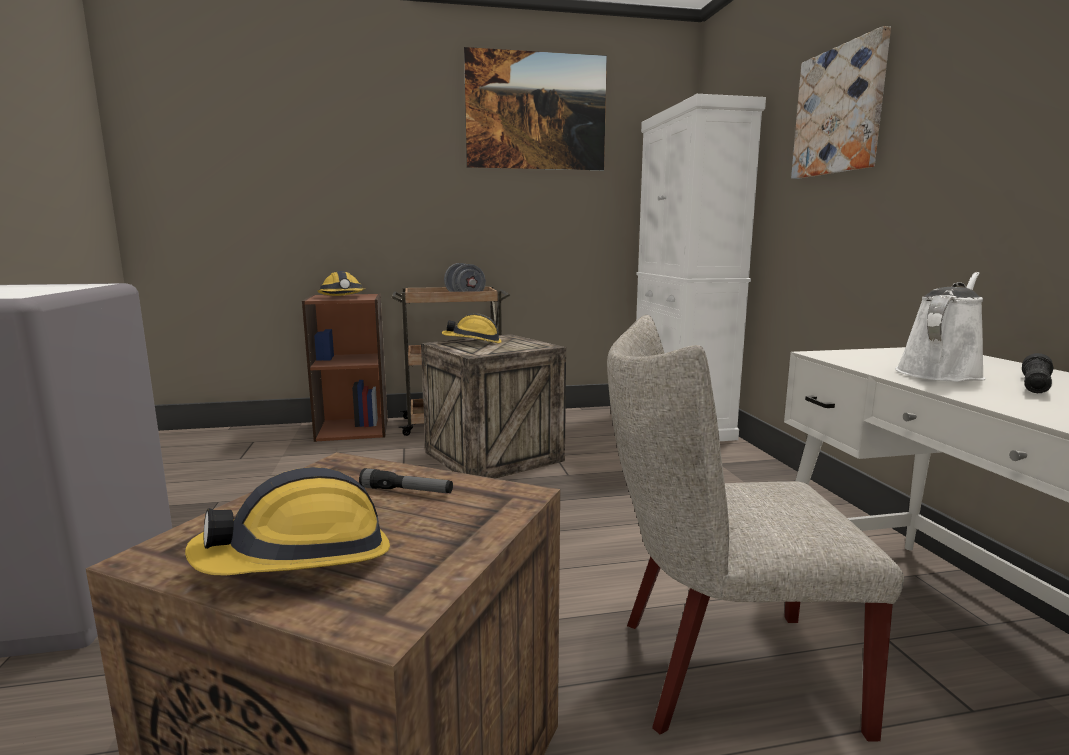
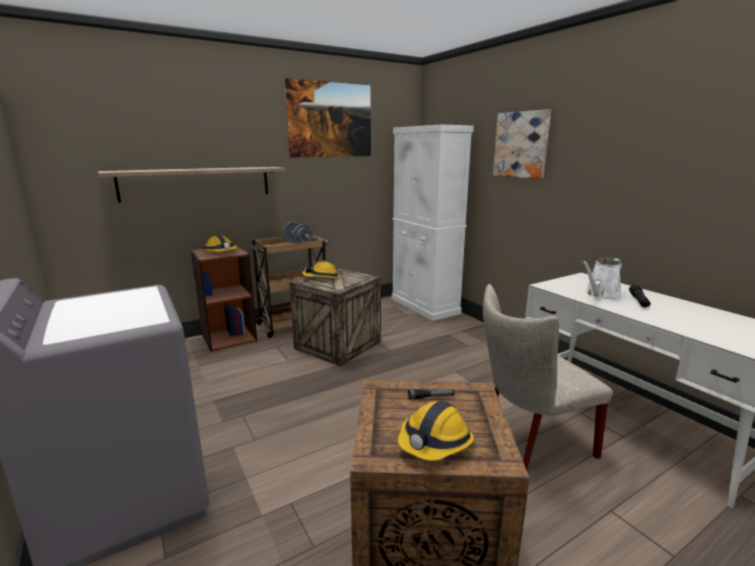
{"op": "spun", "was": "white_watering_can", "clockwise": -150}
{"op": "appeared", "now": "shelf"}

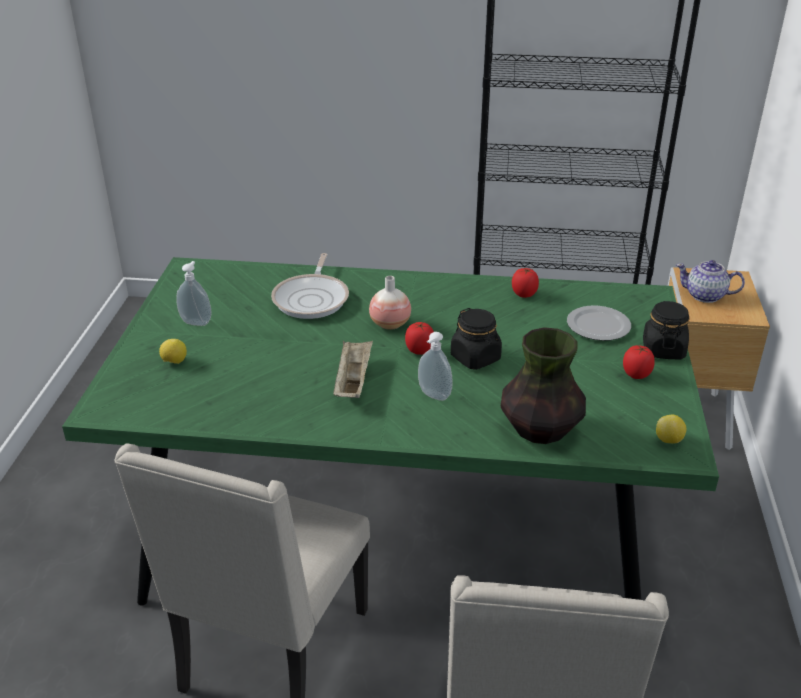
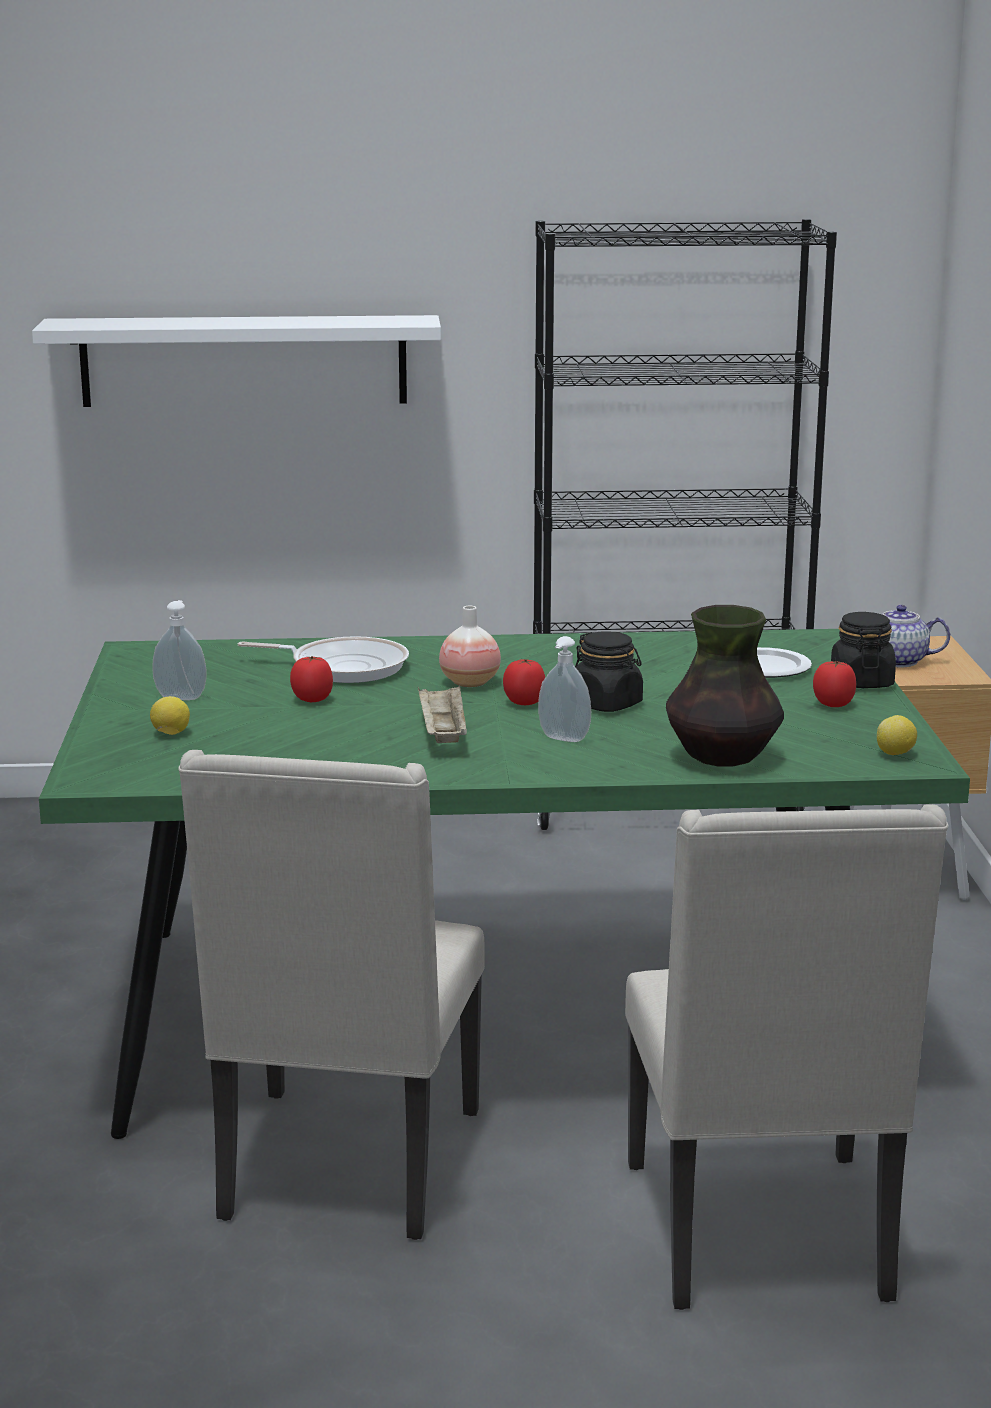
{"op": "spun", "was": "frying_pan", "clockwise": -75}
{"op": "relocated", "was": "tomato (no. 2 from left in the first image)", "now": "tomato (no. 1 from left)"}
{"op": "appeared", "now": "white_shelf"}

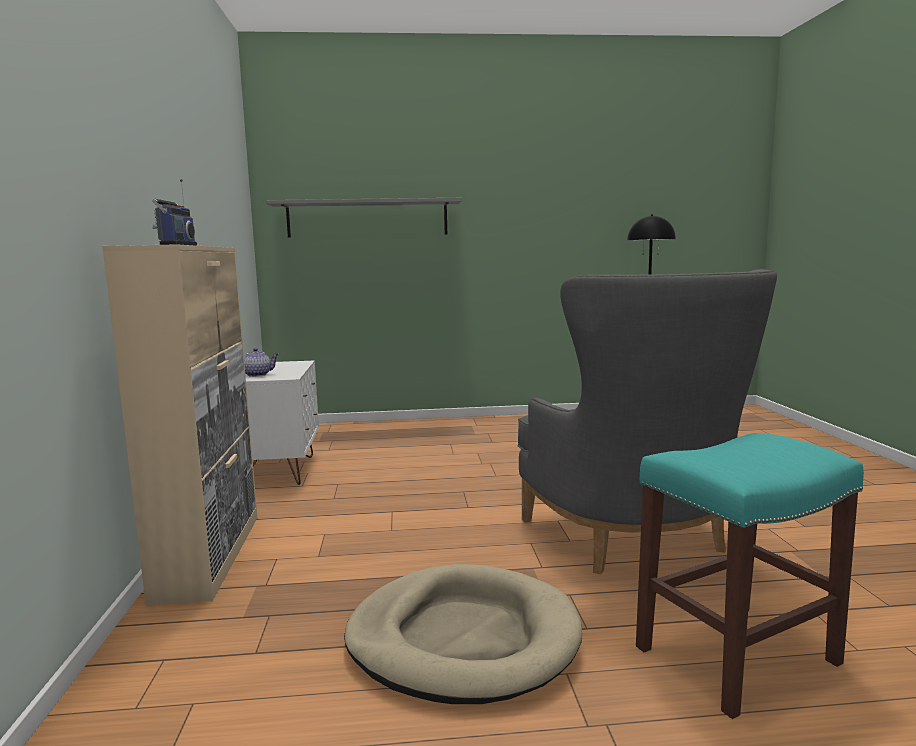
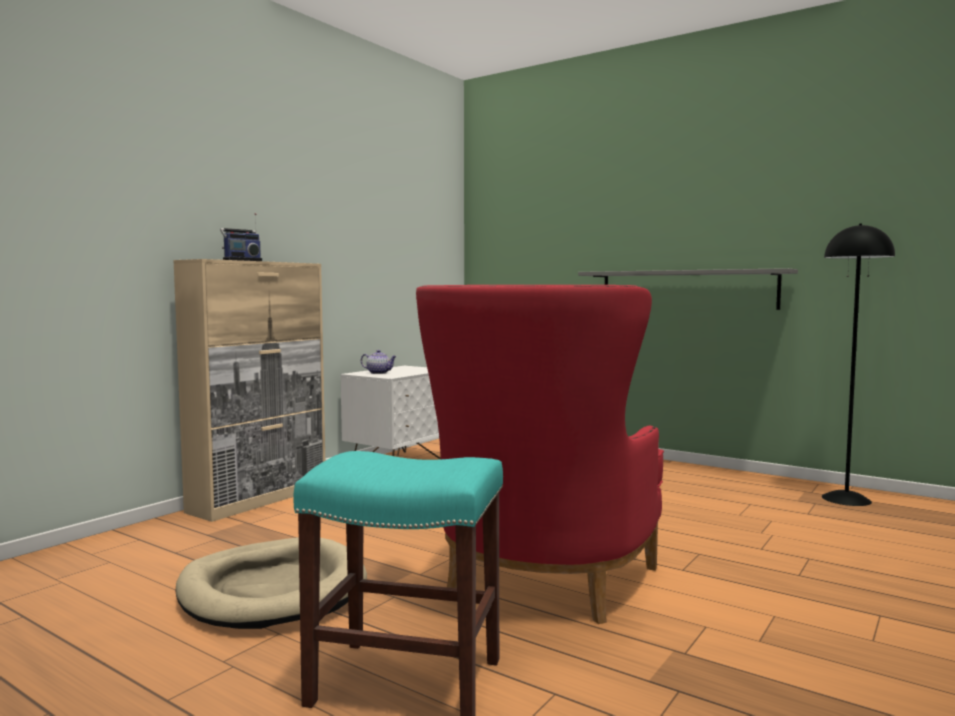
{"op": "relocated", "was": "grey_shelf"}
{"op": "colour", "was": "grey_armchair", "now": "red_armchair"}

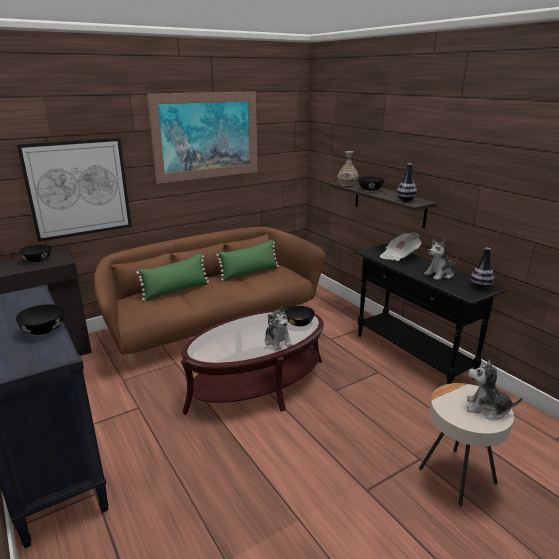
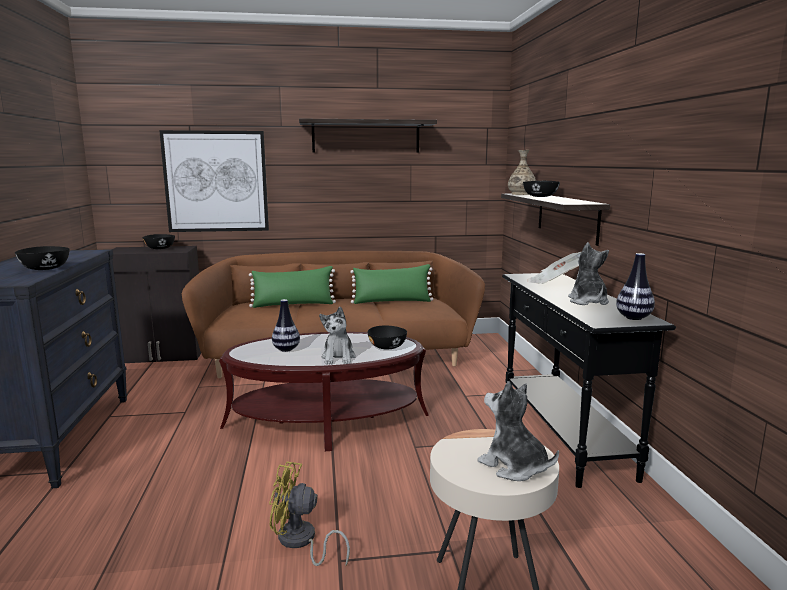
{"op": "exchanged", "was": "picture (no. 2 from left)", "now": "shelf (no. 1 from left)"}
{"op": "relocated", "was": "vase (no. 2 from left in the first image)", "now": "vase (no. 1 from left)"}
{"op": "spun", "was": "plush_toy (no. 2 from left in the first image)", "clockwise": 90}
{"op": "appeared", "now": "yellow_fan"}

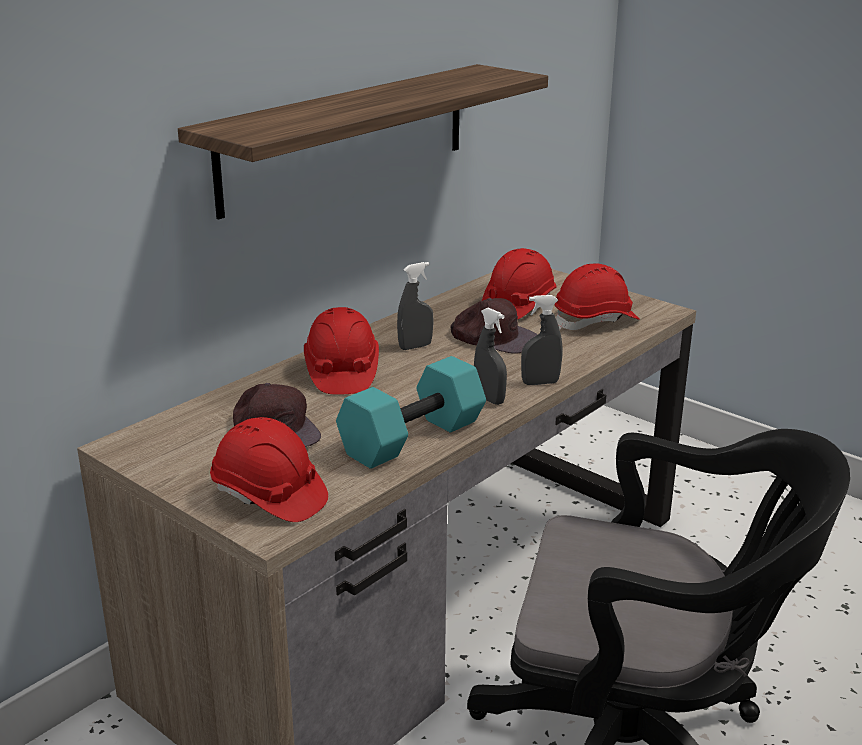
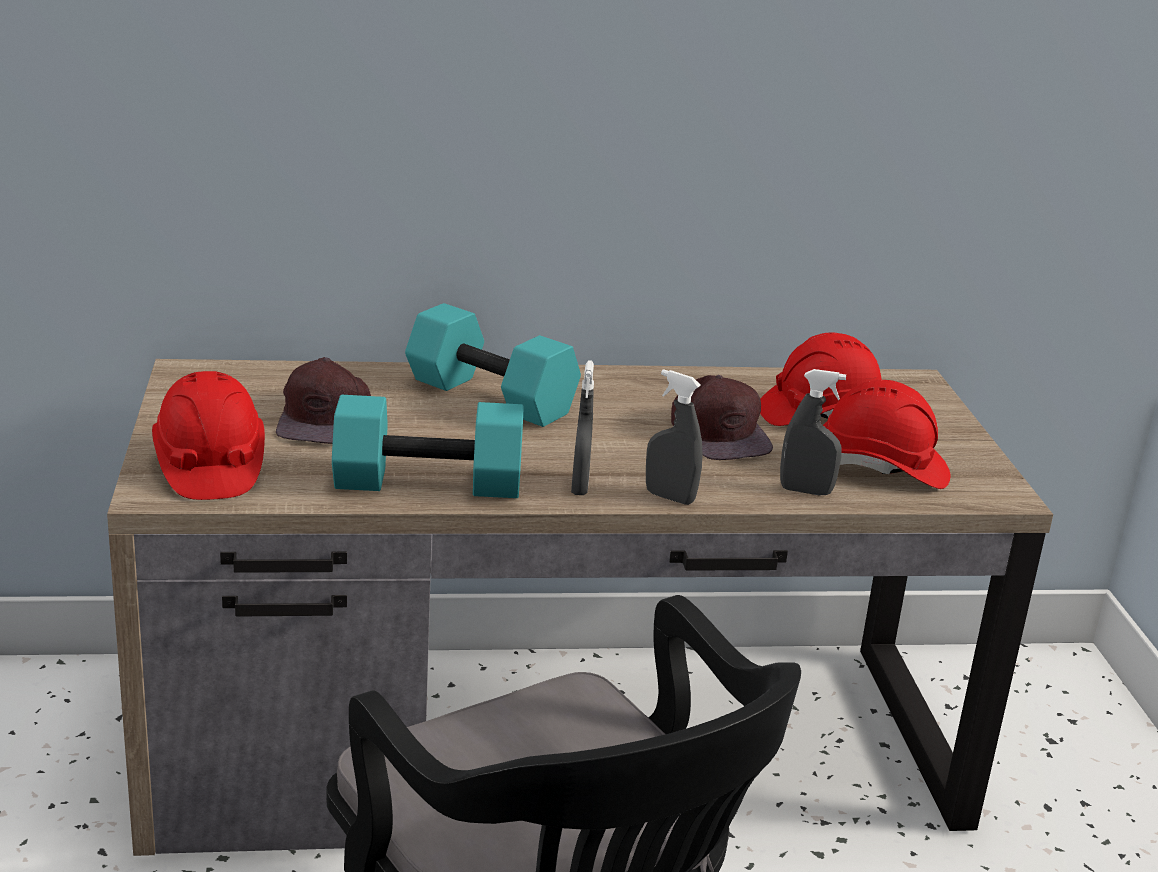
{"op": "missing", "was": "shelf"}
{"op": "exchanged", "was": "red_hard_hat (no. 2 from left)", "now": "turquoise_dumbbell (no. 2 from left)"}
{"op": "relocated", "was": "grey_spray_bottle (no. 1 from left in the first image)", "now": "grey_spray_bottle (no. 3 from left)"}

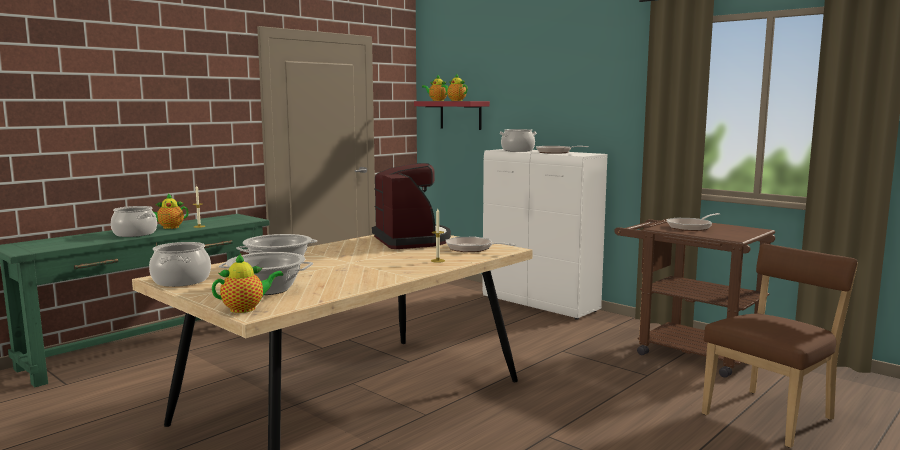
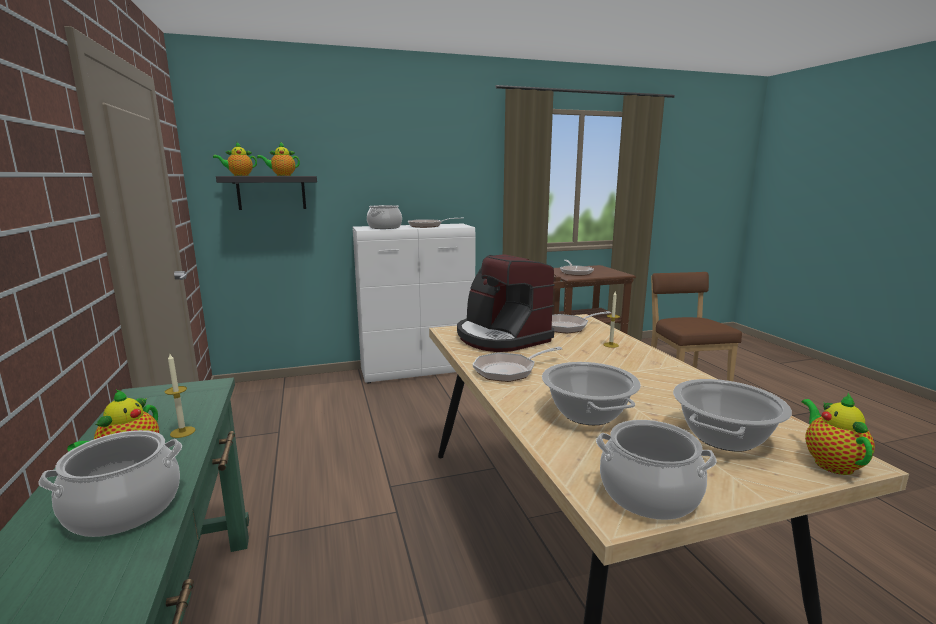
{"op": "spun", "was": "coffee_machine", "clockwise": -135}
{"op": "colour", "was": "red_shelf", "now": "black_shelf"}
{"op": "appeared", "now": "frying_pan (no. 2 from left)"}

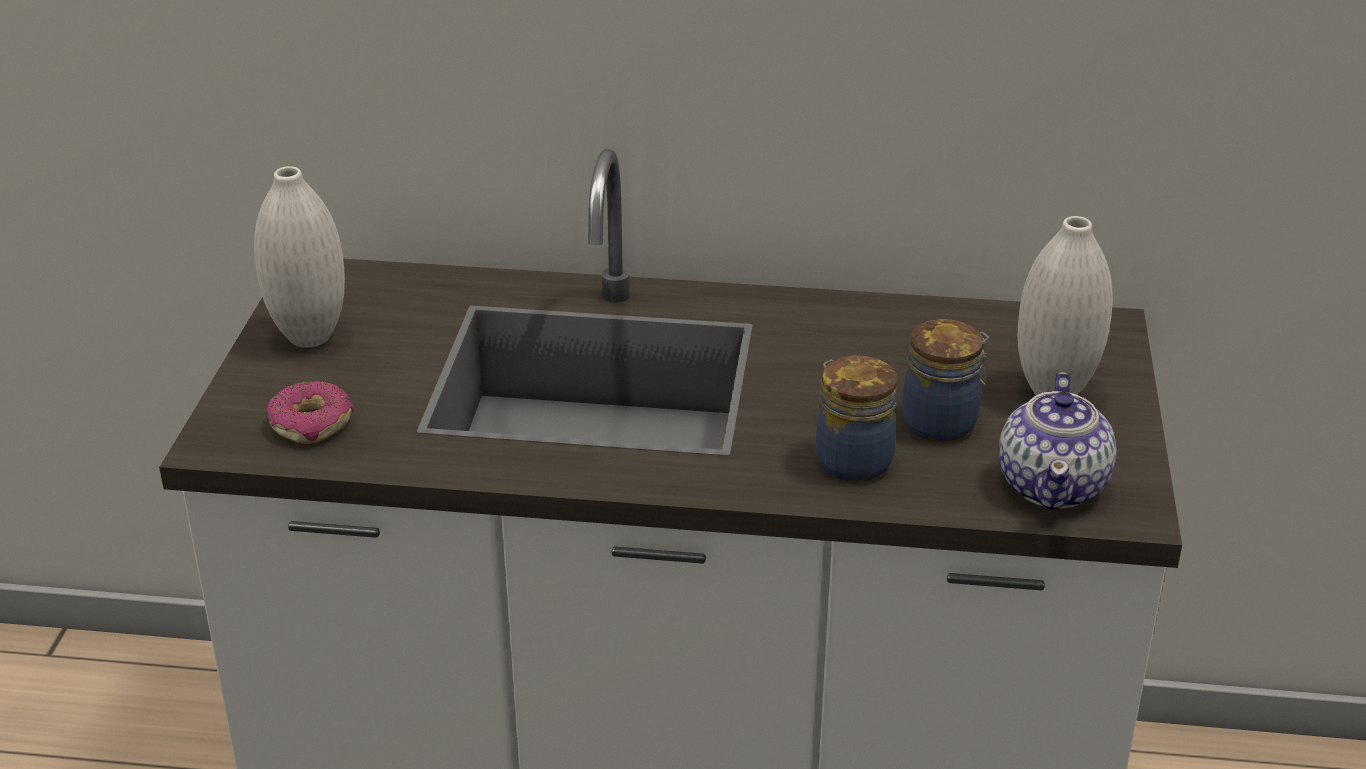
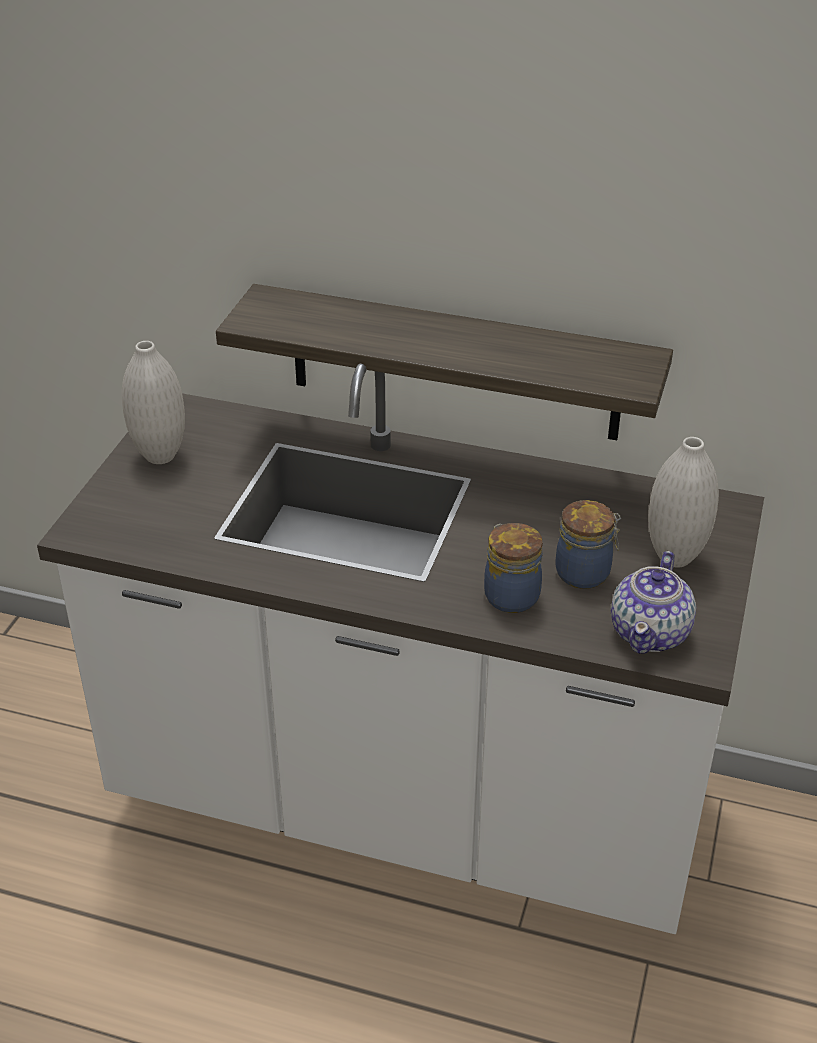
{"op": "missing", "was": "donut"}
{"op": "appeared", "now": "shelf"}

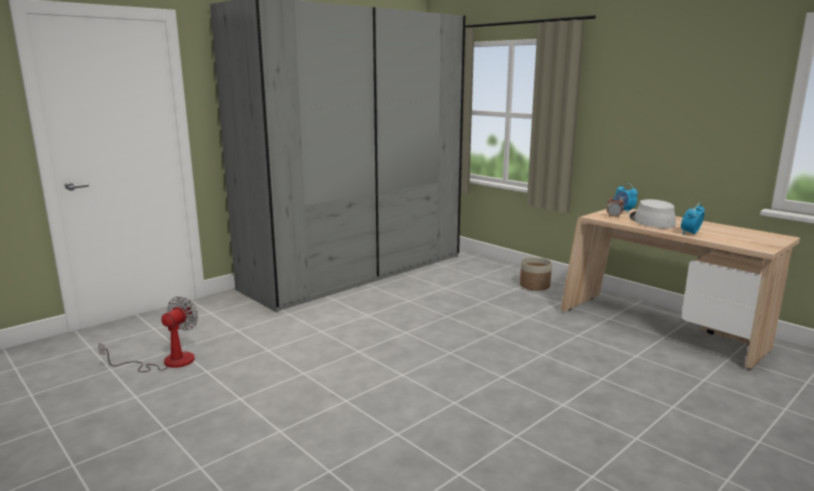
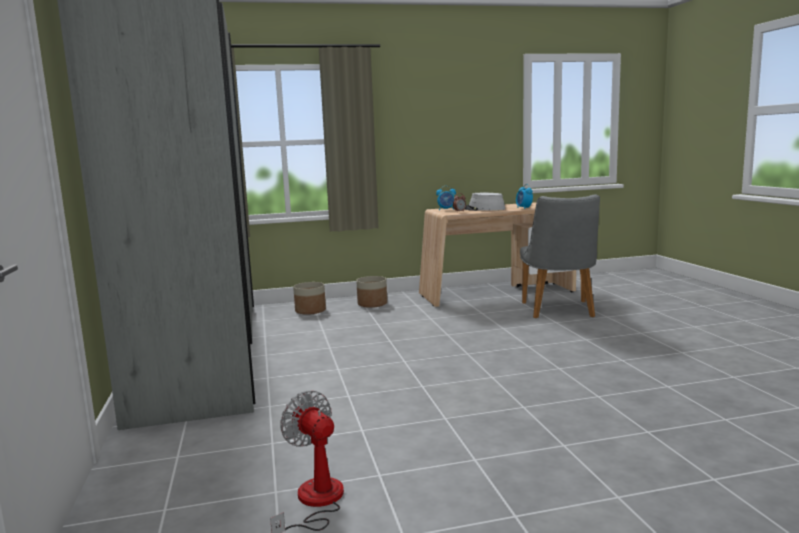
{"op": "appeared", "now": "planter (no. 1 from left)"}
{"op": "appeared", "now": "grey_chair"}

